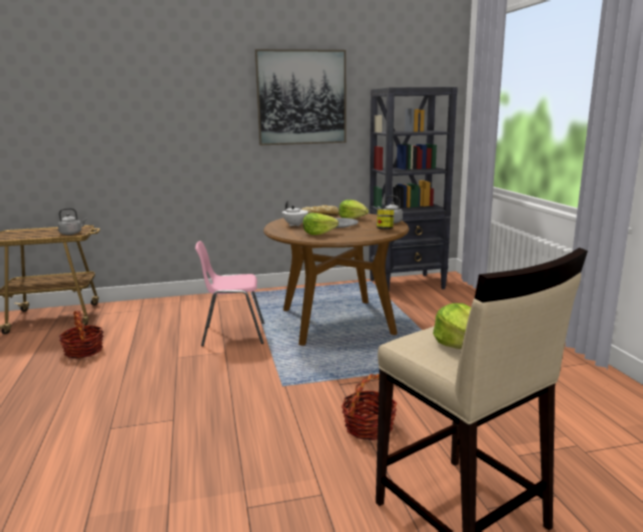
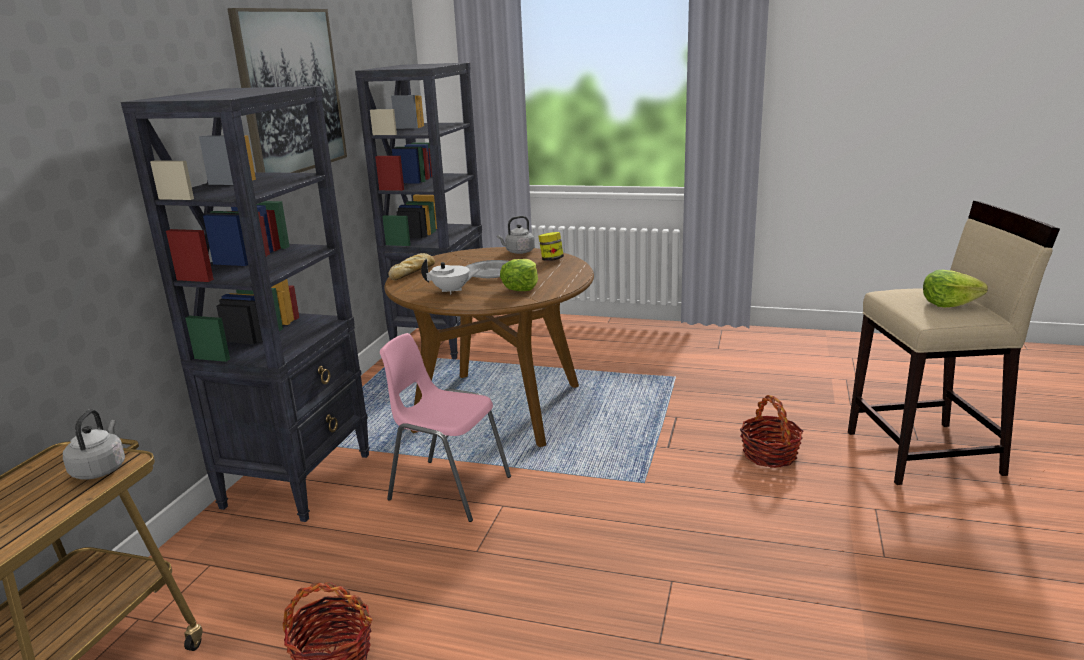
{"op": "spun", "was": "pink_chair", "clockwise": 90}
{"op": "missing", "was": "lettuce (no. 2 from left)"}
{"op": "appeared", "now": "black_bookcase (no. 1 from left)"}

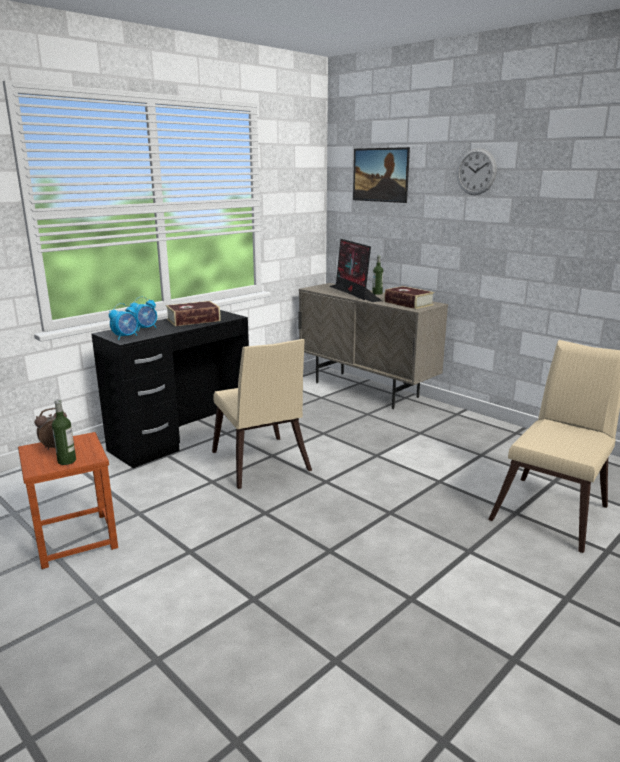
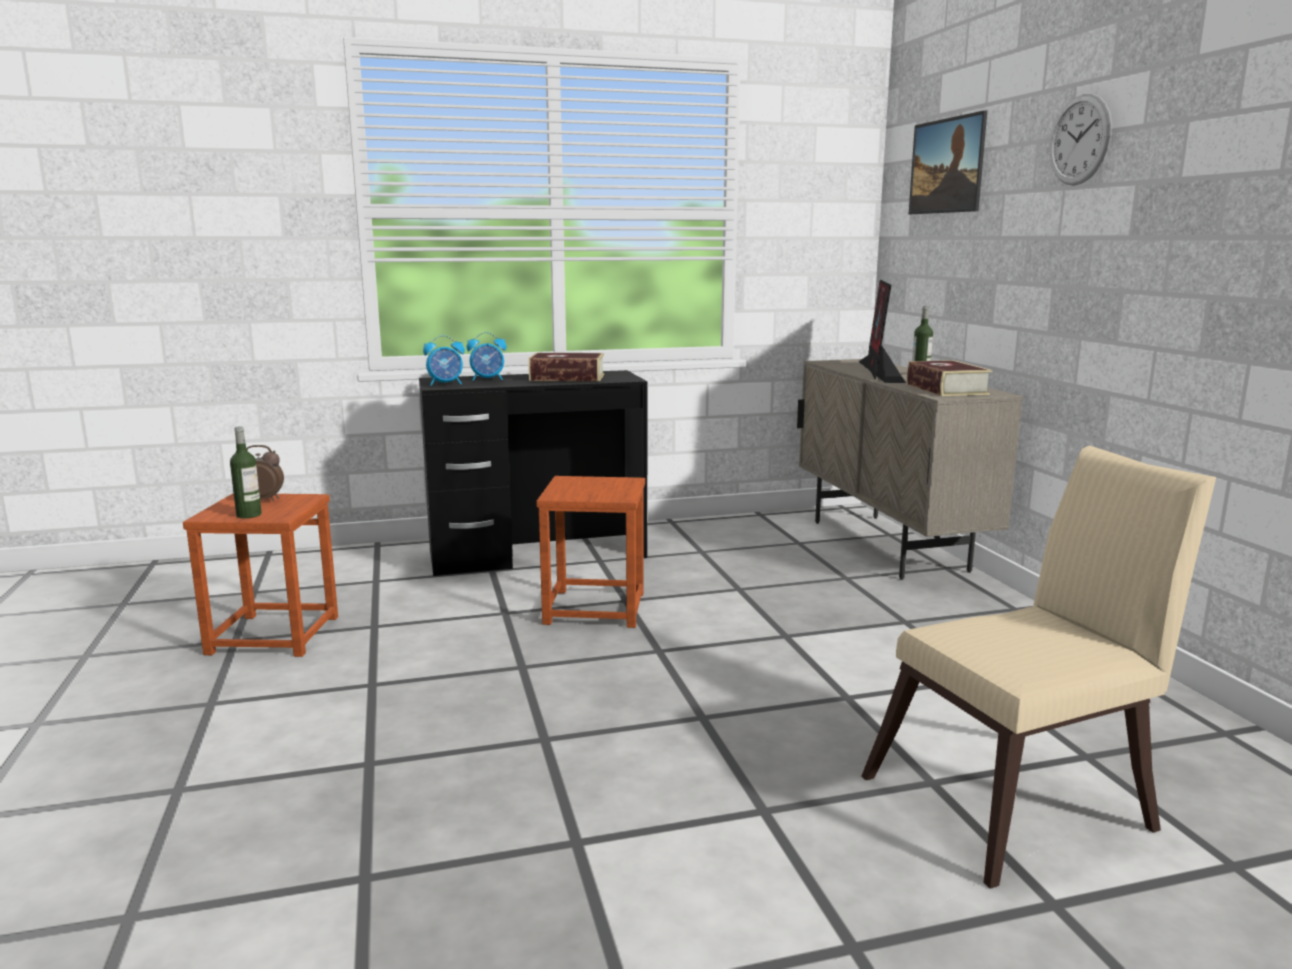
{"op": "exchanged", "was": "beige_chair (no. 1 from left)", "now": "brown_stool (no. 2 from left)"}

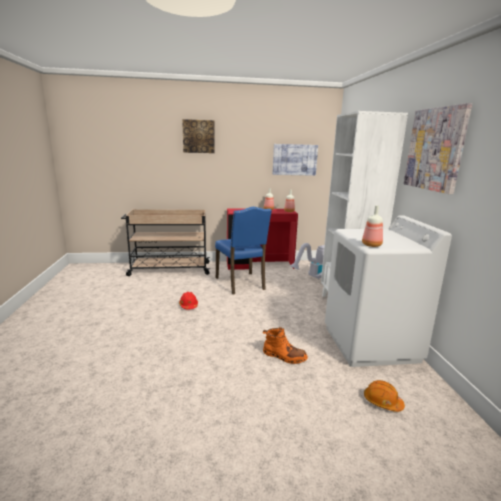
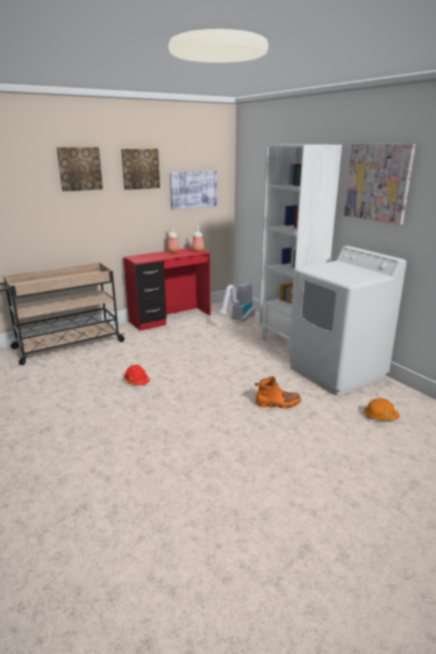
{"op": "missing", "was": "blue_chair"}
{"op": "missing", "was": "bottle (no. 3 from left)"}
{"op": "appeared", "now": "picture (no. 2 from left)"}

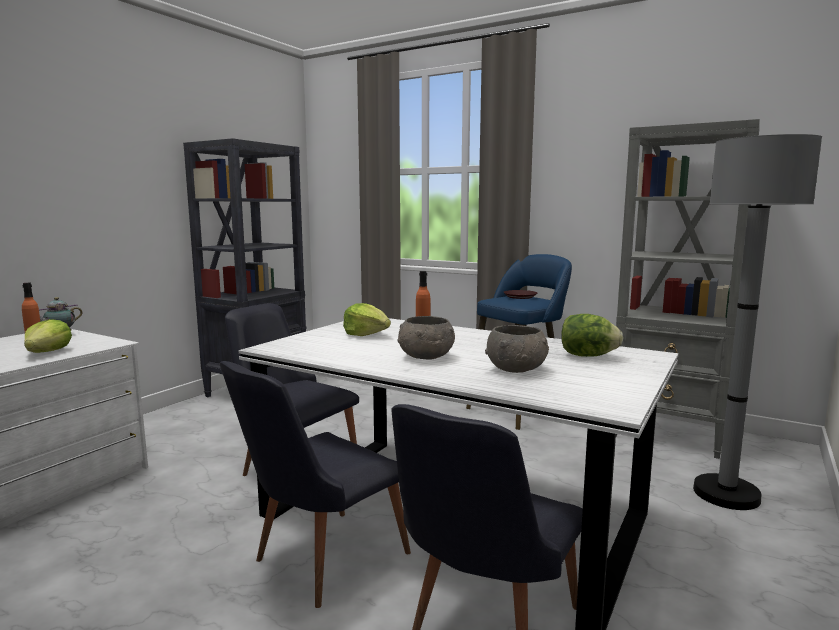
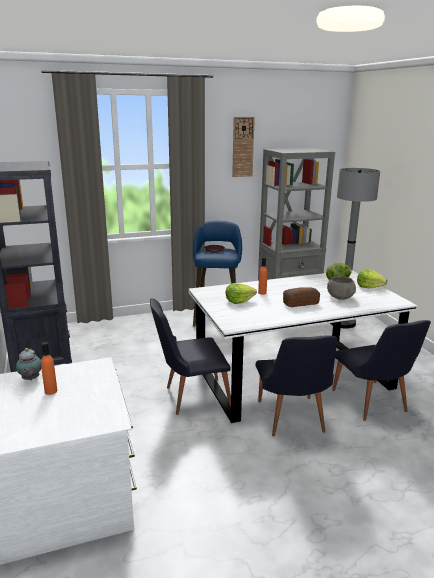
{"op": "relocated", "was": "lettuce (no. 1 from left in the first image)", "now": "lettuce (no. 3 from left)"}
{"op": "exchanged", "was": "grey_bowl (no. 1 from left)", "now": "bread"}
{"op": "appeared", "now": "wall_clock"}

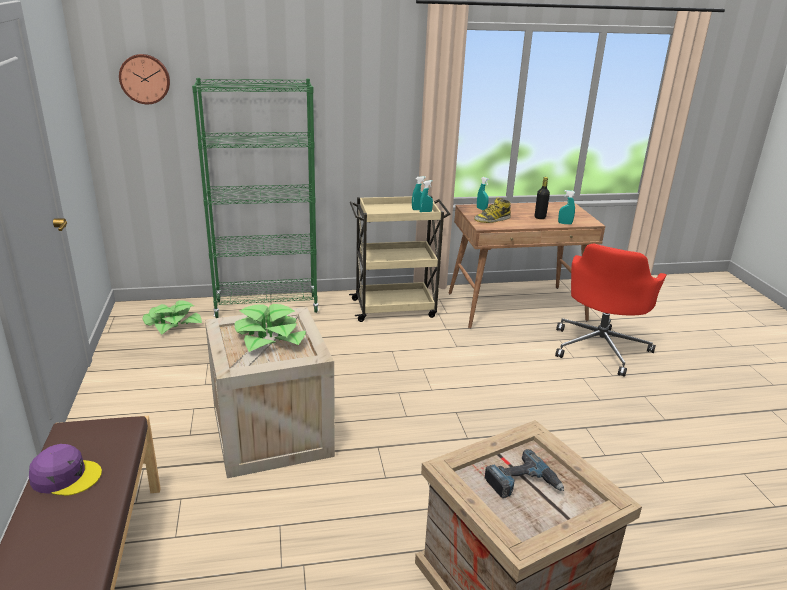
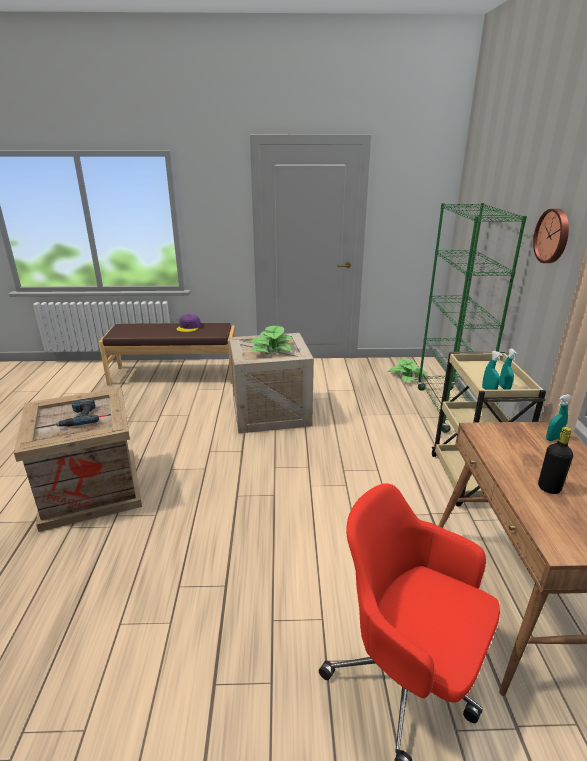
{"op": "relocated", "was": "wall_clock"}
{"op": "missing", "was": "boot"}
{"op": "missing", "was": "turquoise_spray_bottle (no. 4 from left)"}

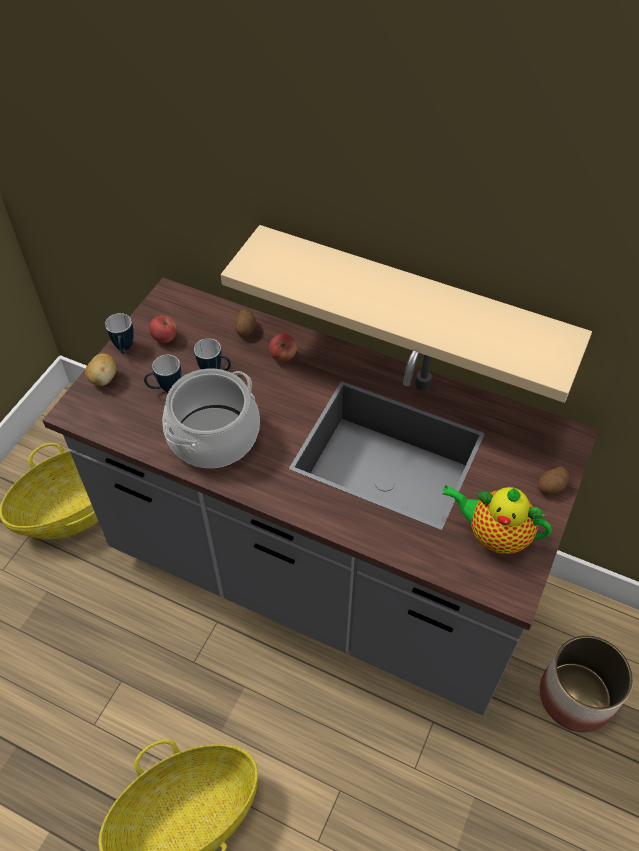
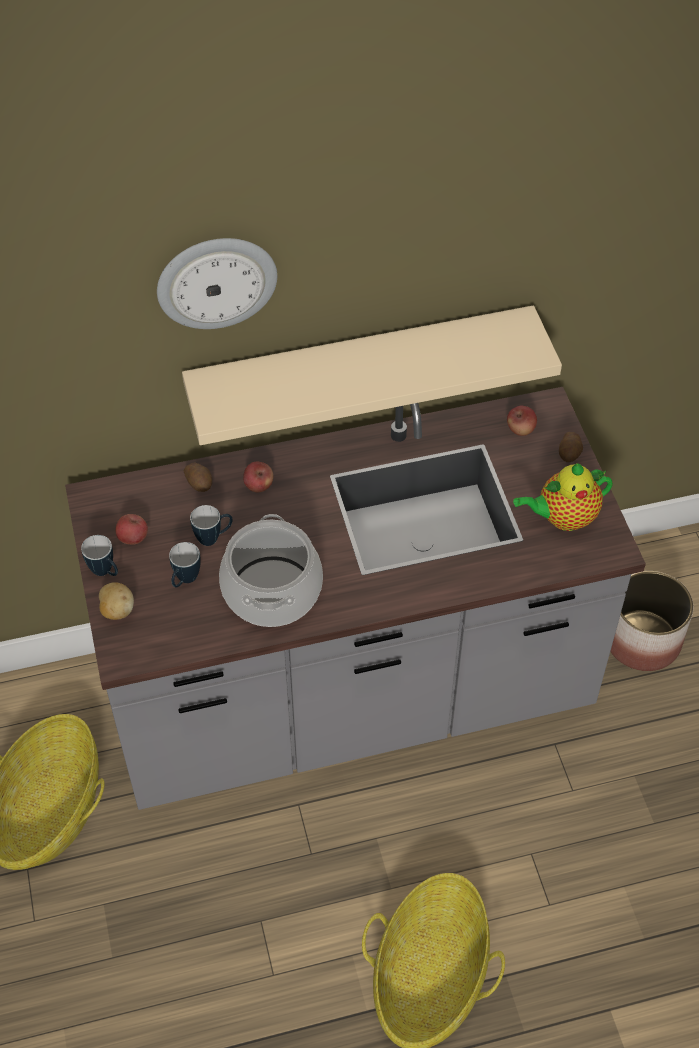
{"op": "appeared", "now": "wall_clock"}
{"op": "appeared", "now": "apple (no. 3 from left)"}

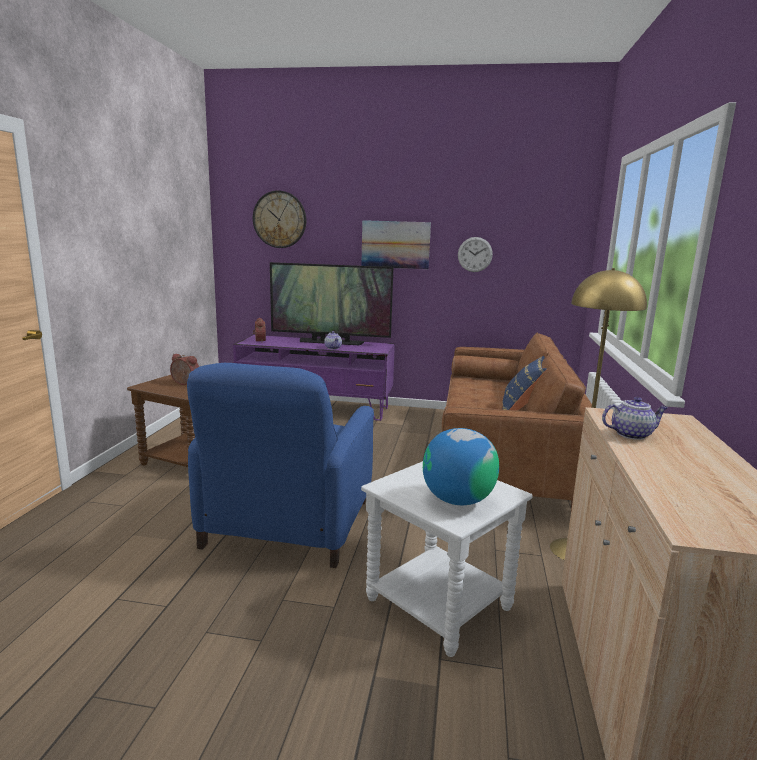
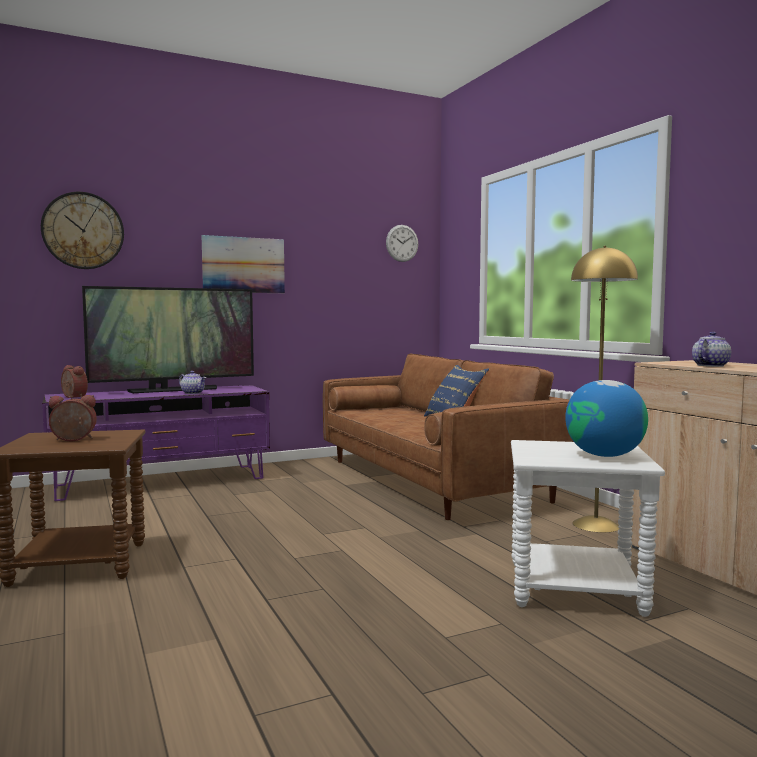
{"op": "missing", "was": "blue_armchair"}
{"op": "relocated", "was": "wall_clock (no. 2 from left)"}

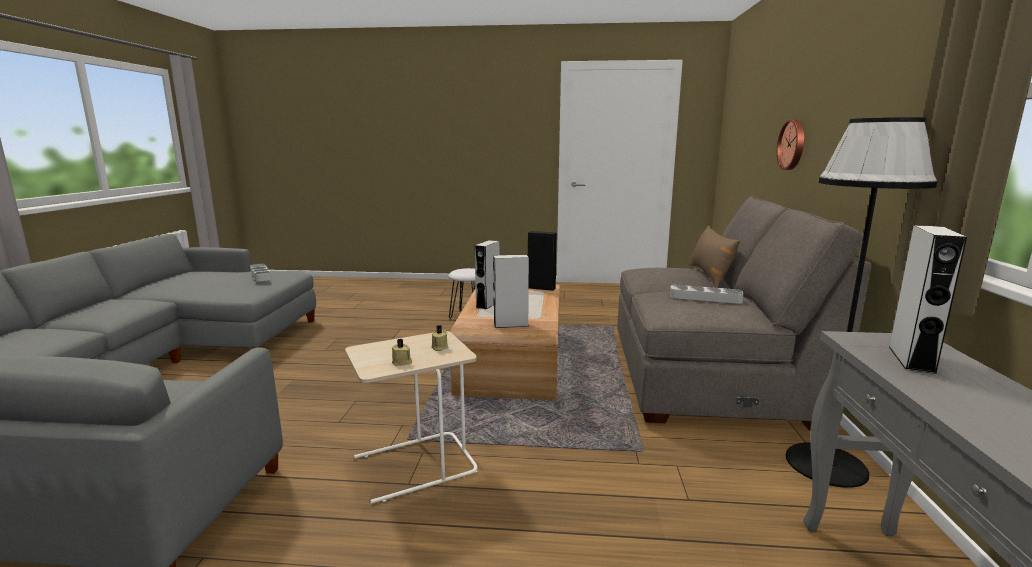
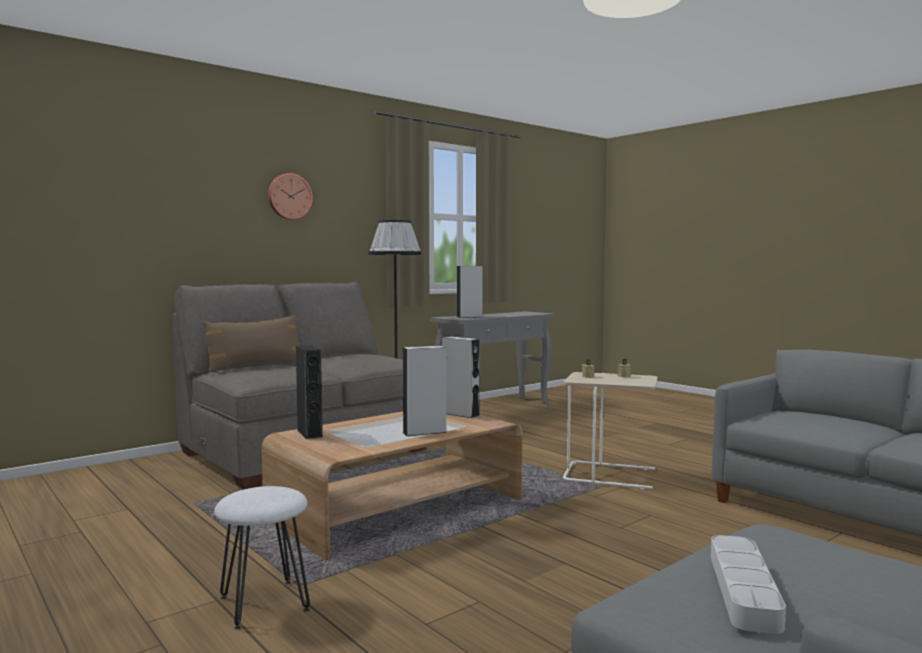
{"op": "missing", "was": "grey_tray (no. 2 from left)"}
{"op": "relocated", "was": "wall_clock"}

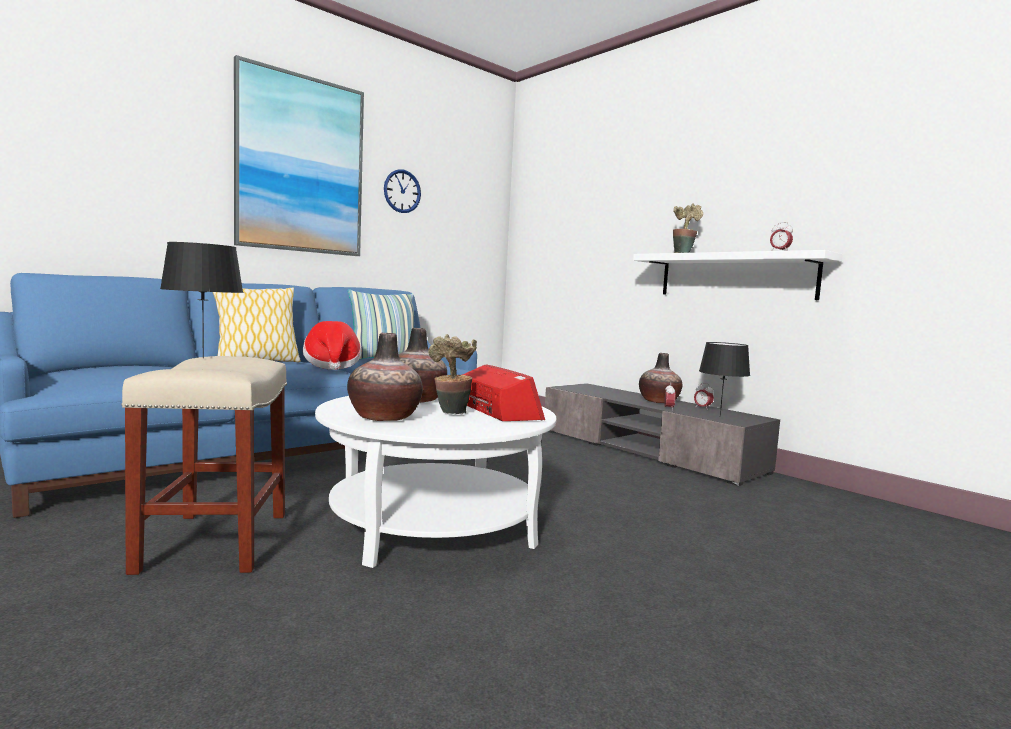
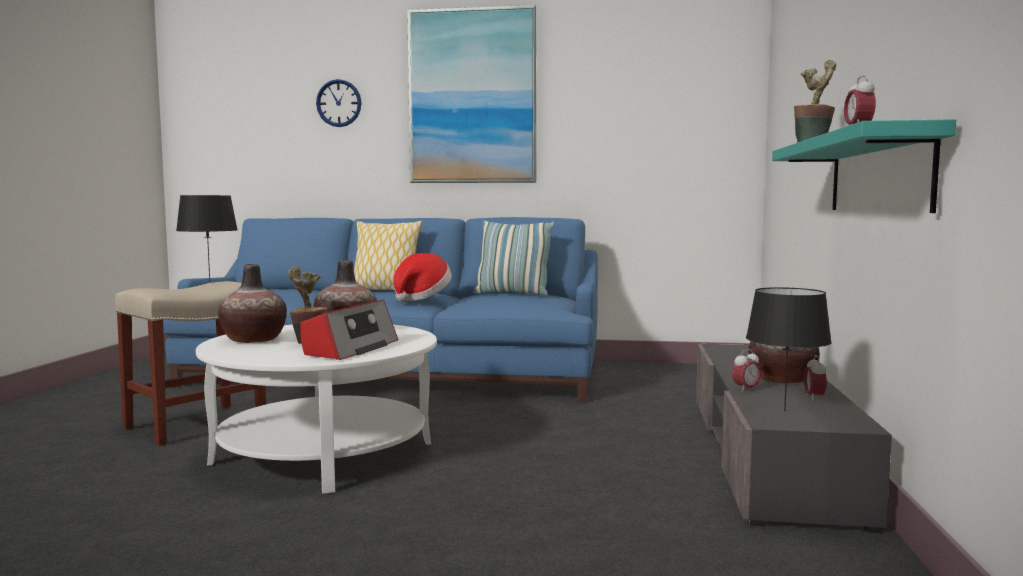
{"op": "relocated", "was": "wall_clock"}
{"op": "colour", "was": "white_shelf", "now": "turquoise_shelf"}

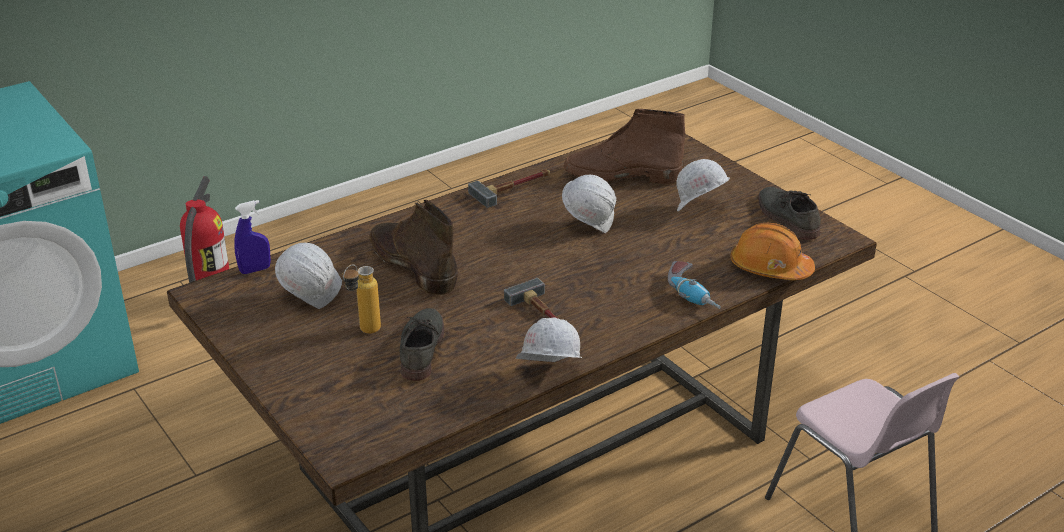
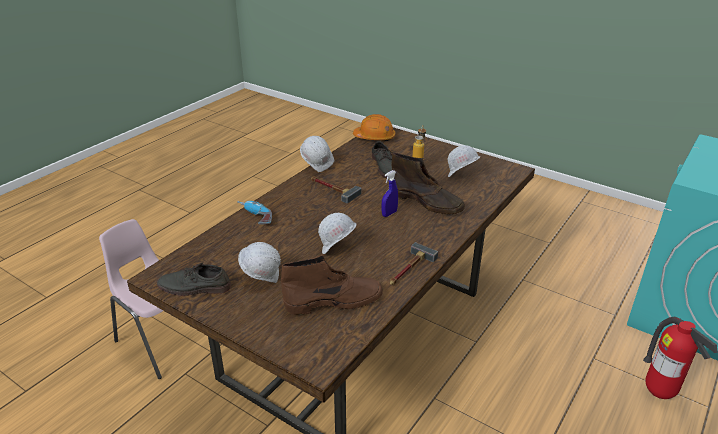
{"op": "relocated", "was": "blue_spray_bottle"}
{"op": "relocated", "was": "orange_hard_hat"}
{"op": "spun", "was": "grey_shoe (no. 2 from left in the first image)", "clockwise": 135}

